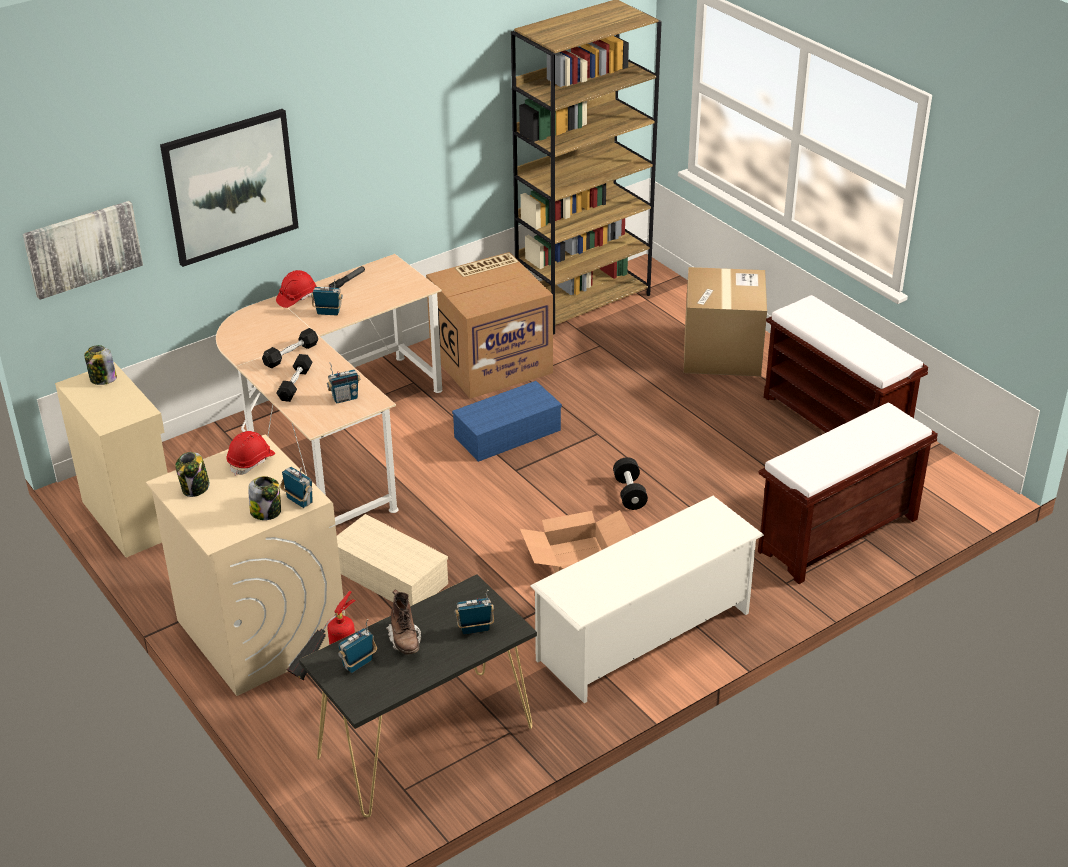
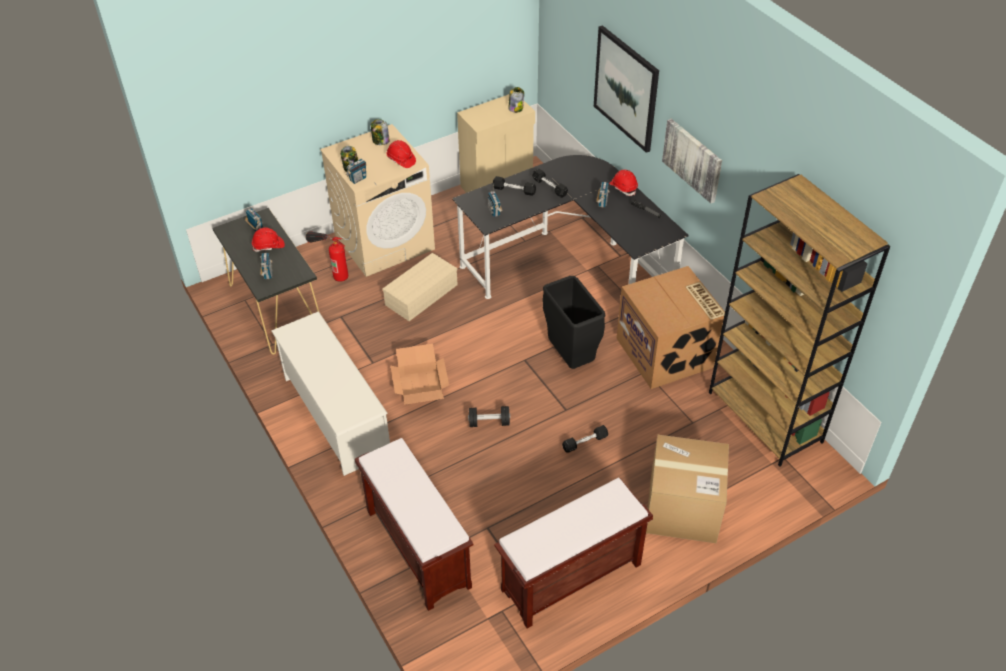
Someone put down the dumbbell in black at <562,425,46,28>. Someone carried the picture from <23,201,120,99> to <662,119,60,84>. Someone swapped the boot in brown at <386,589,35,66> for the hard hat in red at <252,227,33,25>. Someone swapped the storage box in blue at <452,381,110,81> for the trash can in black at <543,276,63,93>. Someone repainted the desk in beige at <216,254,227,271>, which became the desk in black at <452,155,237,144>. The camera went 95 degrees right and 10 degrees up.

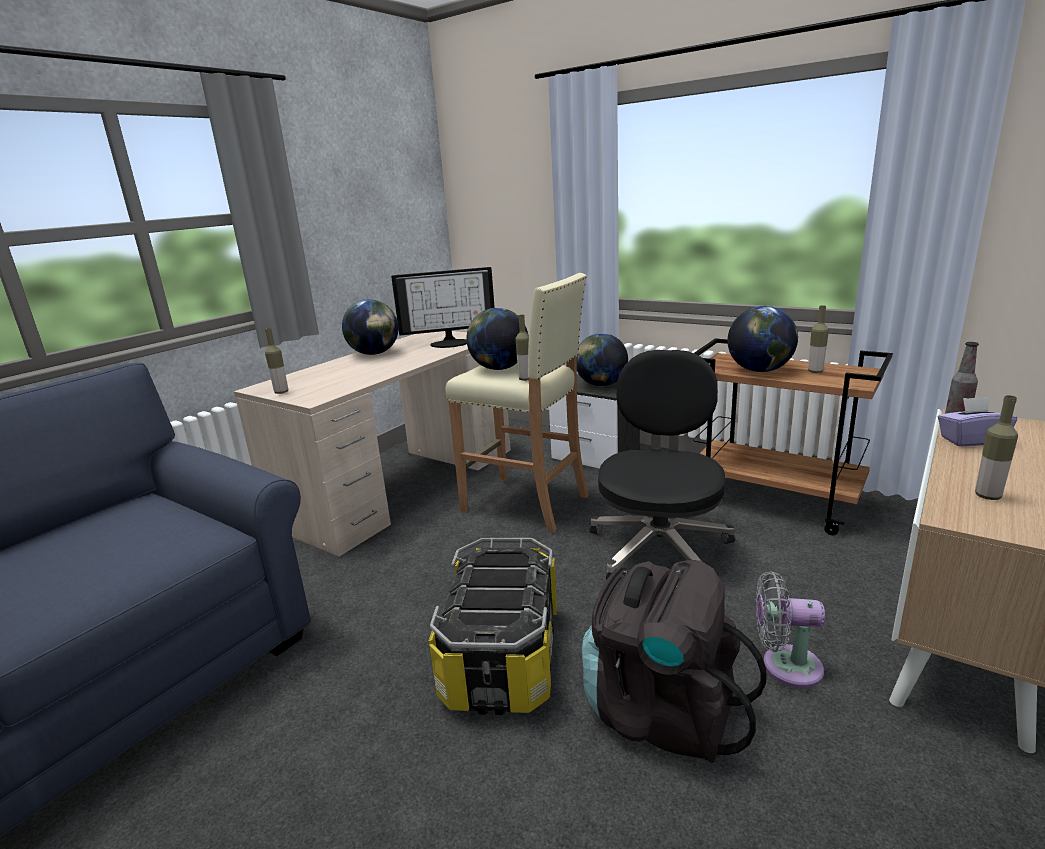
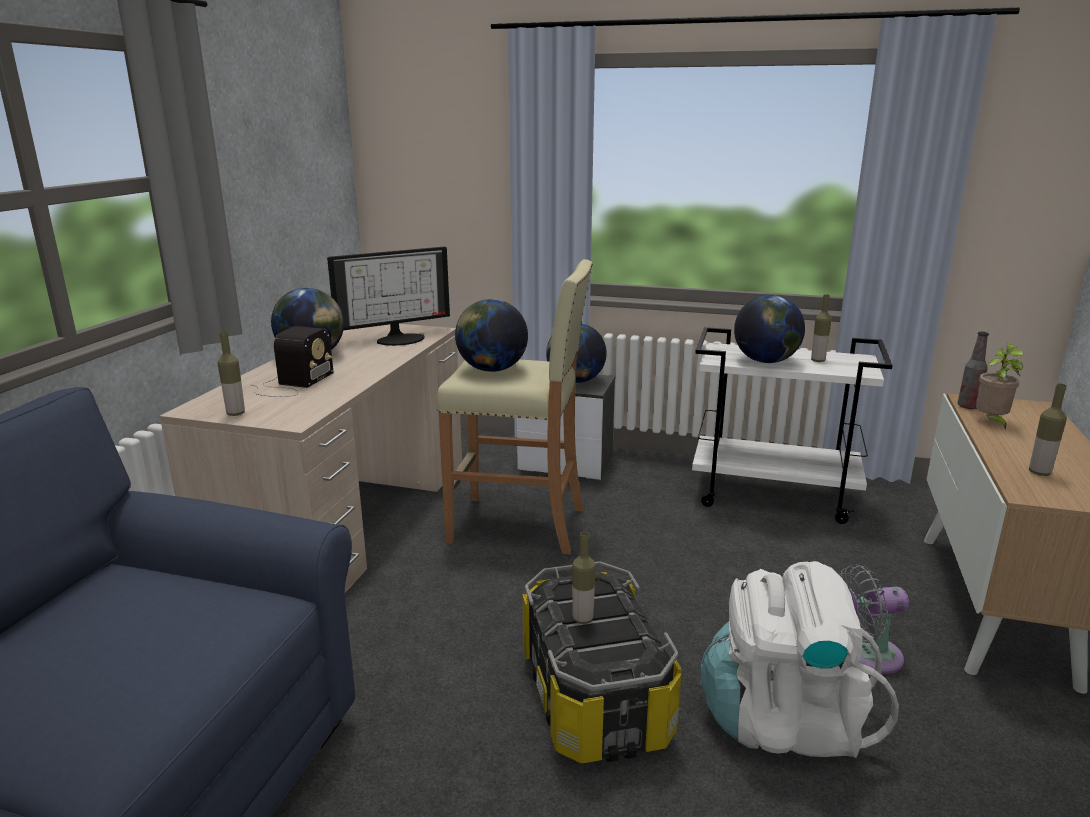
Someone took away the office chair in black at <590,350,145,230>. Someone put down the radio at <252,326,82,71>. Someone carried the bottle from <515,315,14,66> to <572,531,24,93>. Someone swapped the tissue box in purple at <938,397,79,49> for the potted plant at <976,344,48,85>. Someone repainted the backpack in black at <582,560,184,203>, which became the backpack in white at <700,561,199,197>. Someone repainted the cart in brown at <693,338,200,197>, which became the cart in white at <692,327,201,197>. The camera went 20 degrees left and 0 degrees up.

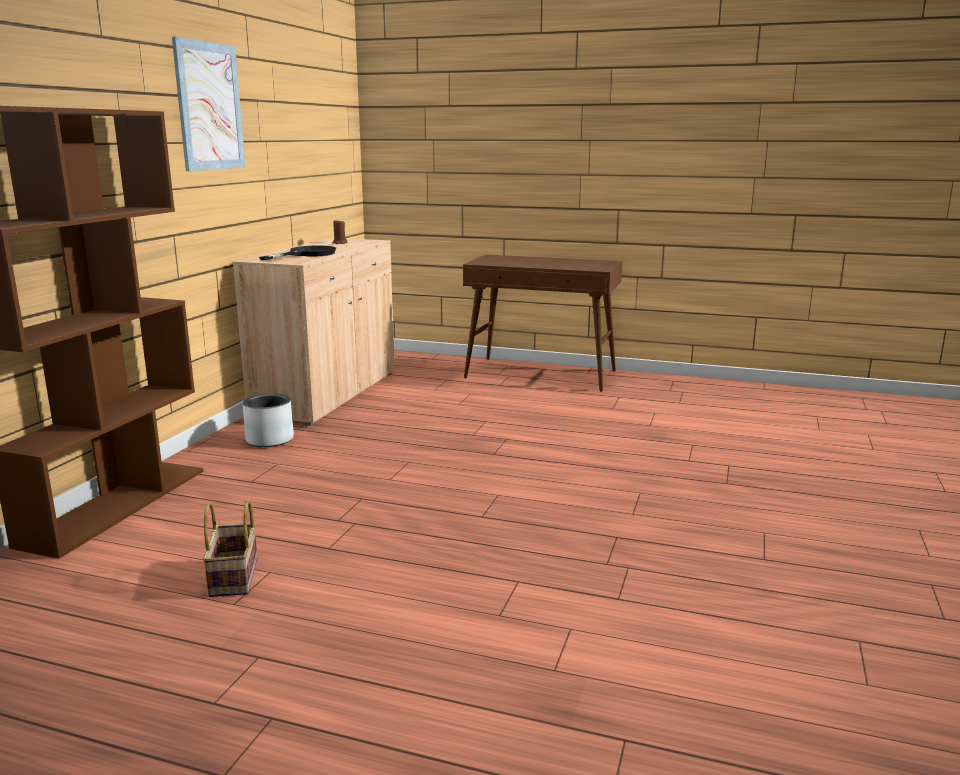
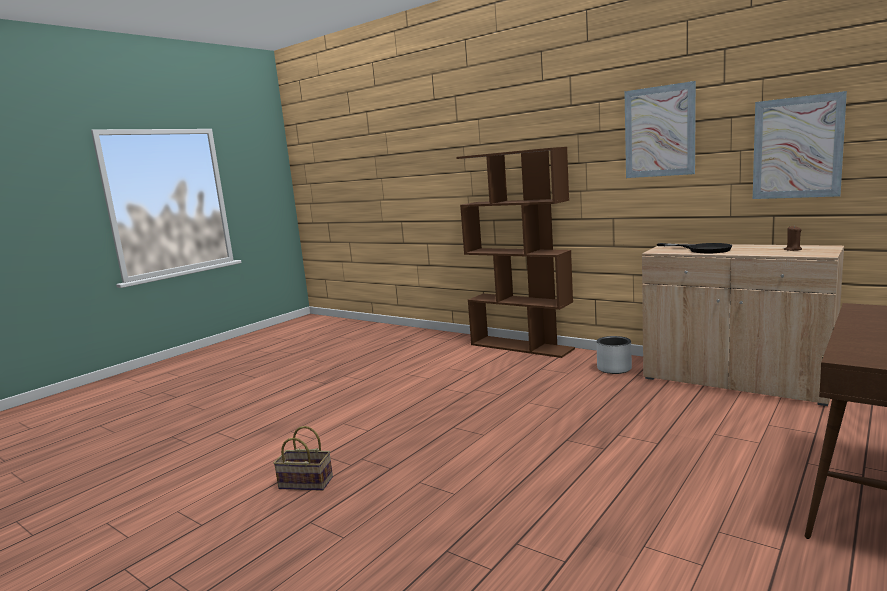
Someone put up the picture at <753,91,94,108>. Someone carried the basket from <203,500,55,97> to <273,426,60,65>. The camera went 110 degrees right and 5 degrees down.

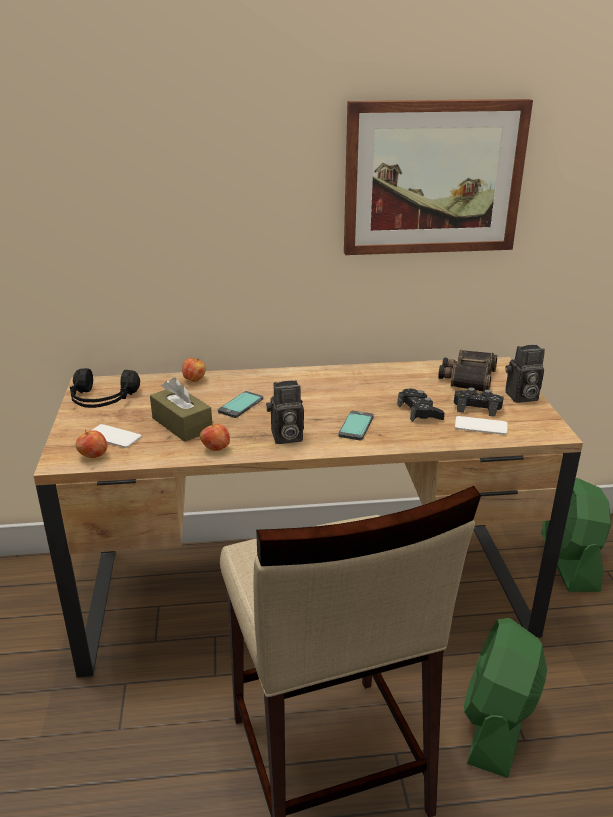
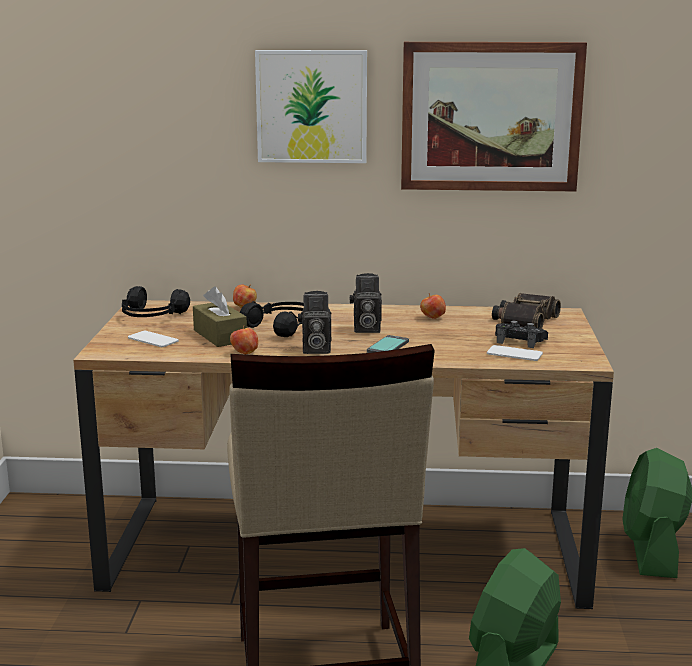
Someone took away the game controller in black at <397,388,48,34>. Someone put up the picture at <255,50,112,113>. Someone carried the apple from <76,429,31,29> to <420,293,26,26>. Someone carried the photo camera from <505,345,40,58> to <349,273,33,60>. Someone swapped the phone at <218,391,45,27> for the headphones in black at <240,301,64,36>. The camera went 10 degrees right and 10 degrees down.

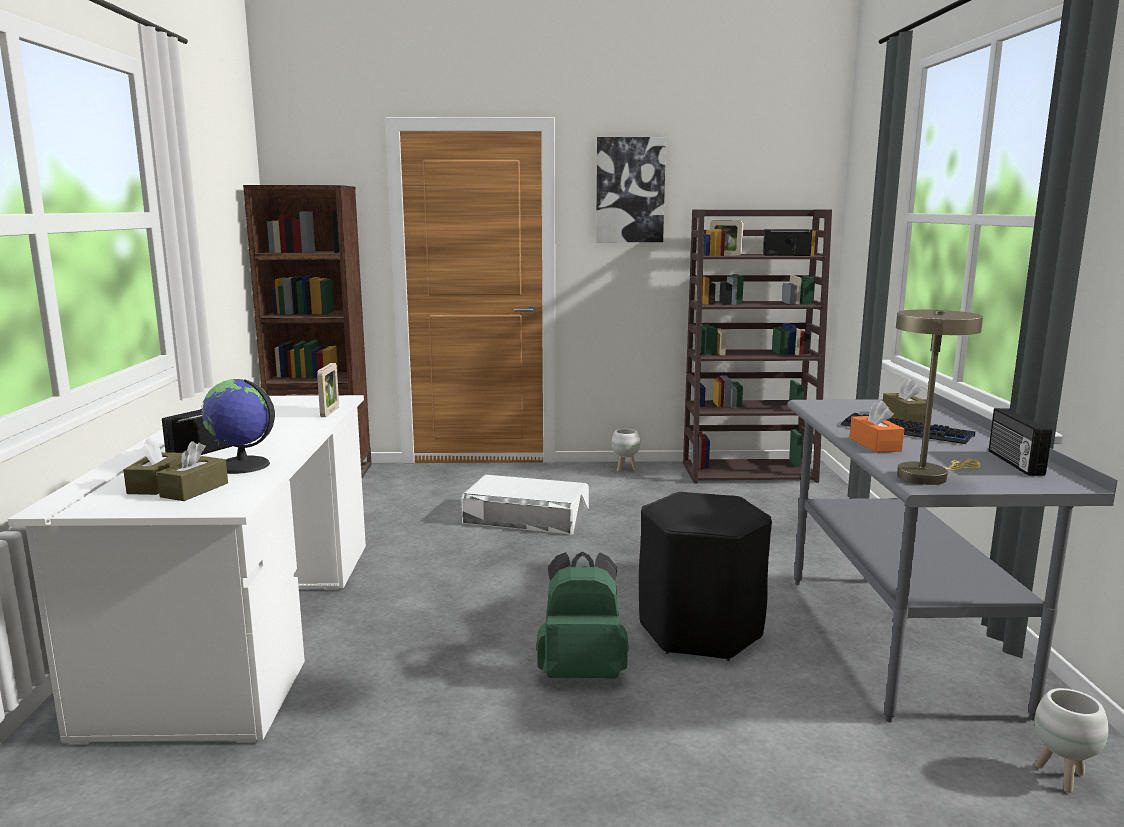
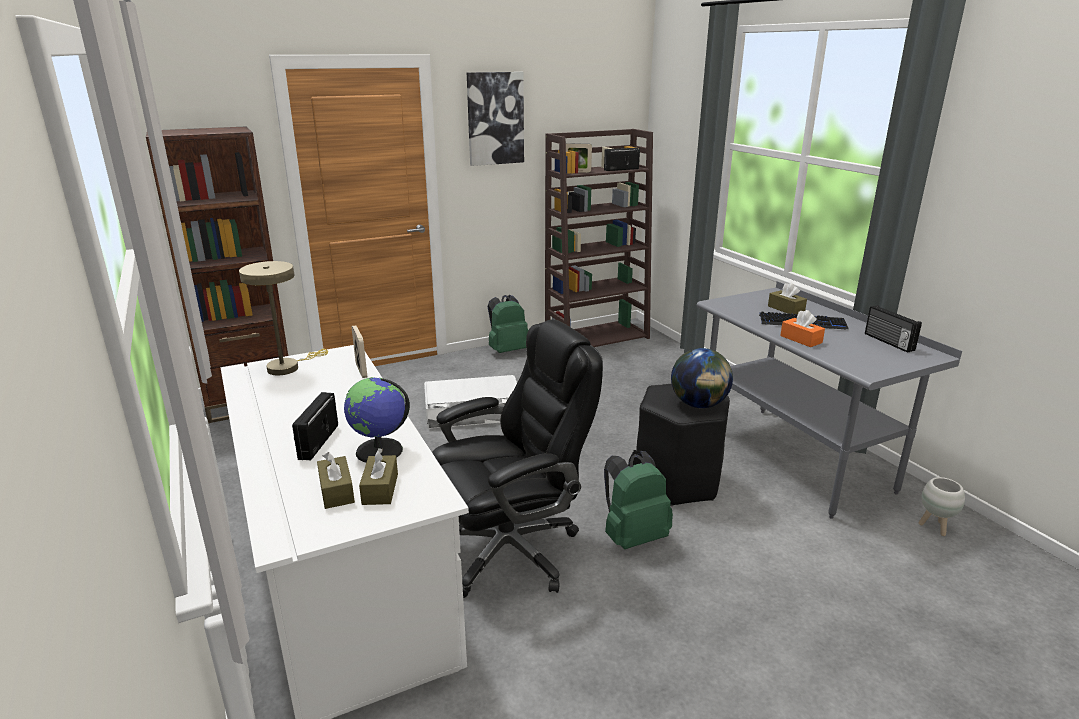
Someone put down the office chair in black at <432,319,171,279>. Someone put down the globe at <671,348,62,60>. Someone carried the table lamp in beige from <896,310,87,175> to <239,261,89,114>. Someone swapped the planter in white at <612,429,28,43> for the backpack in green at <487,295,42,58>. The camera went 25 degrees left and 10 degrees up.

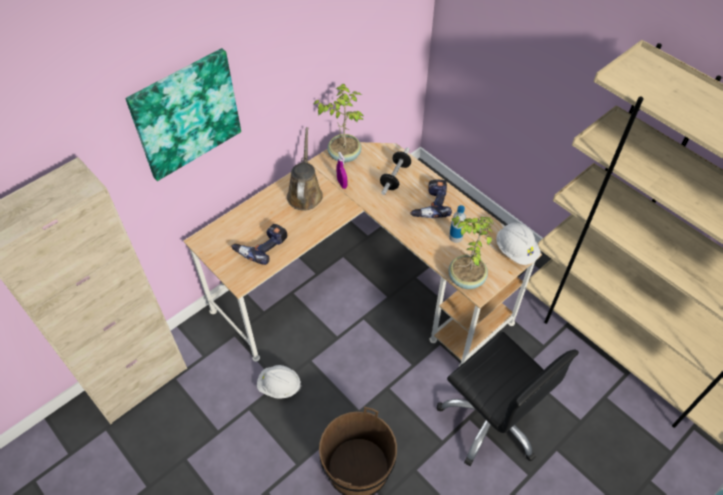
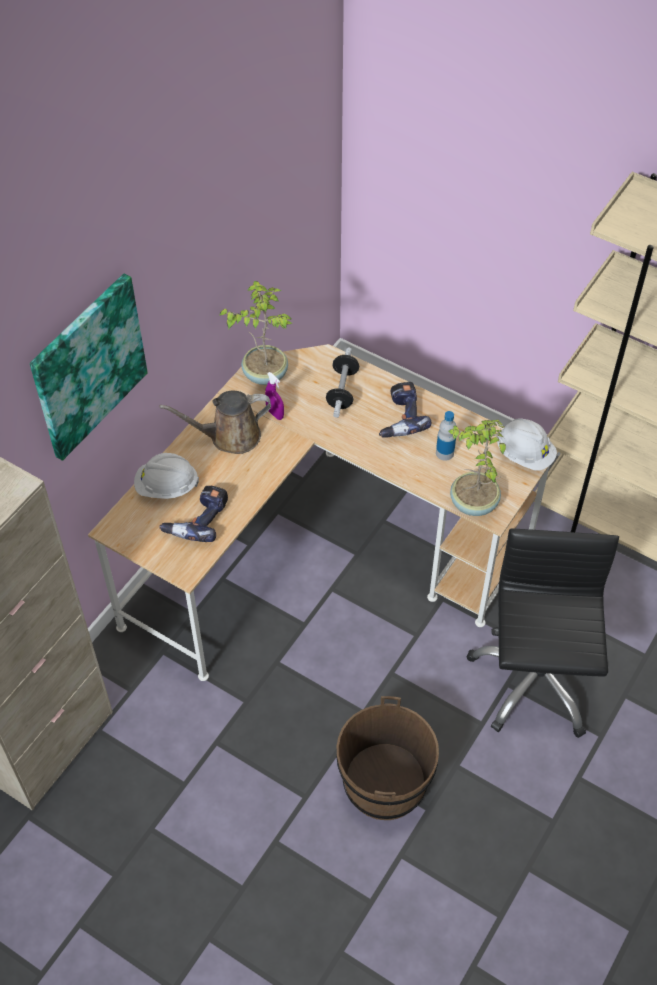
Someone carried the hard hat in white from <257,365,45,34> to <134,453,65,46>. Someone rotated the watering can in brown at <287,127,36,84> by 90 degrees counterclockwise. Someone rotated the office chair in black at <437,332,142,134> by 120 degrees counterclockwise. The camera went 15 degrees left and 0 degrees up.

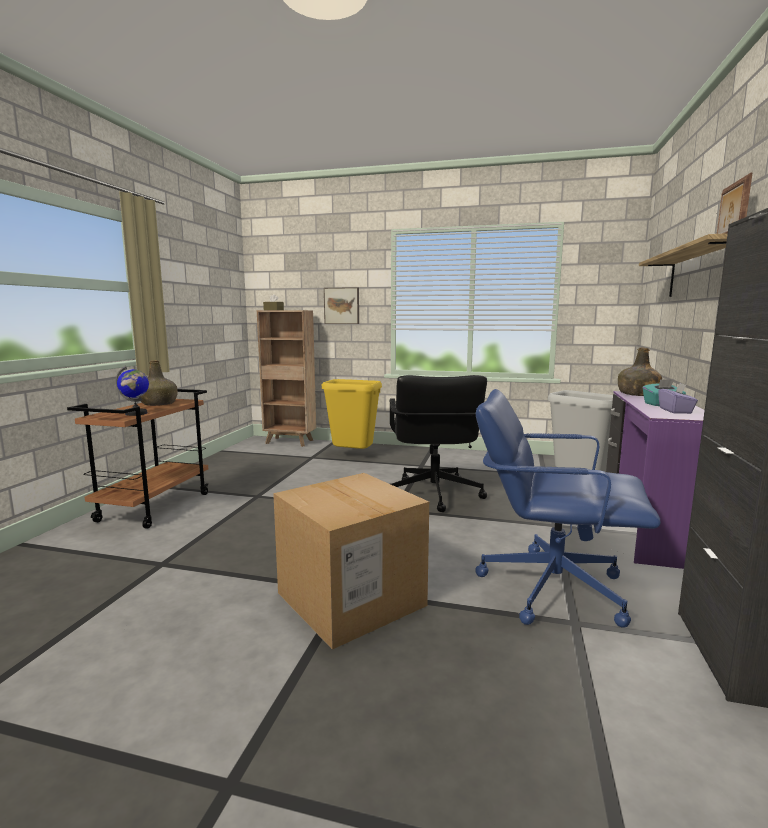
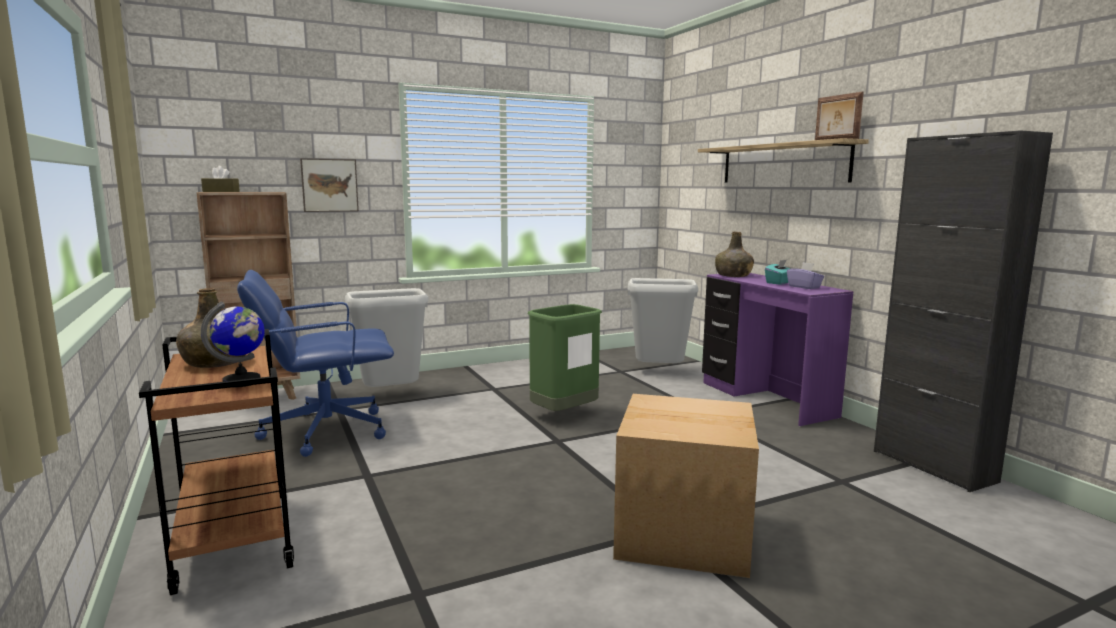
Someone carried the office chair in blue from <476,389,185,239> to <237,270,157,187>. Someone swapped the office chair in black at <390,375,97,137> for the trash can in green at <528,304,74,107>. Someone repainted the trash can in yellow at <322,379,60,70>, which became the trash can in grey at <345,288,83,99>. The camera went 40 degrees left and 0 degrees up.

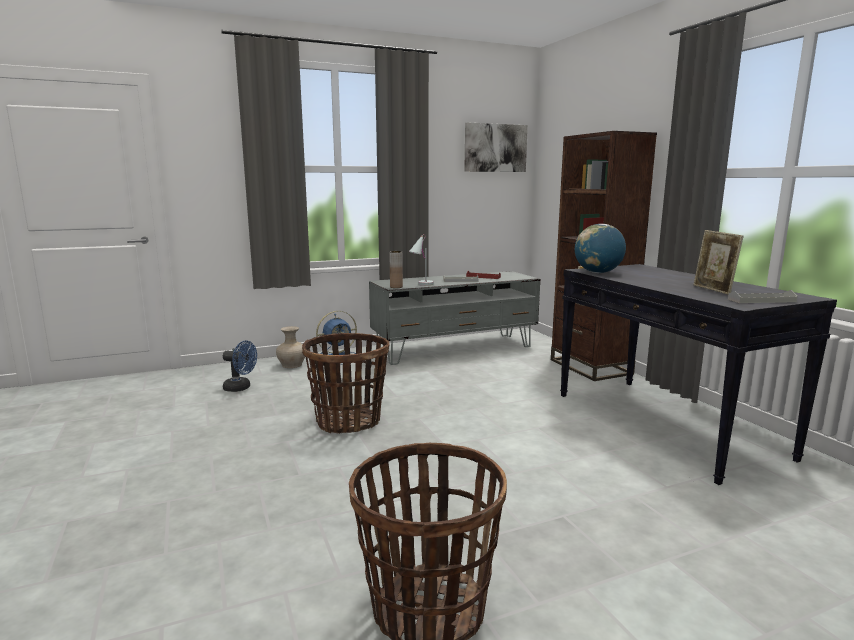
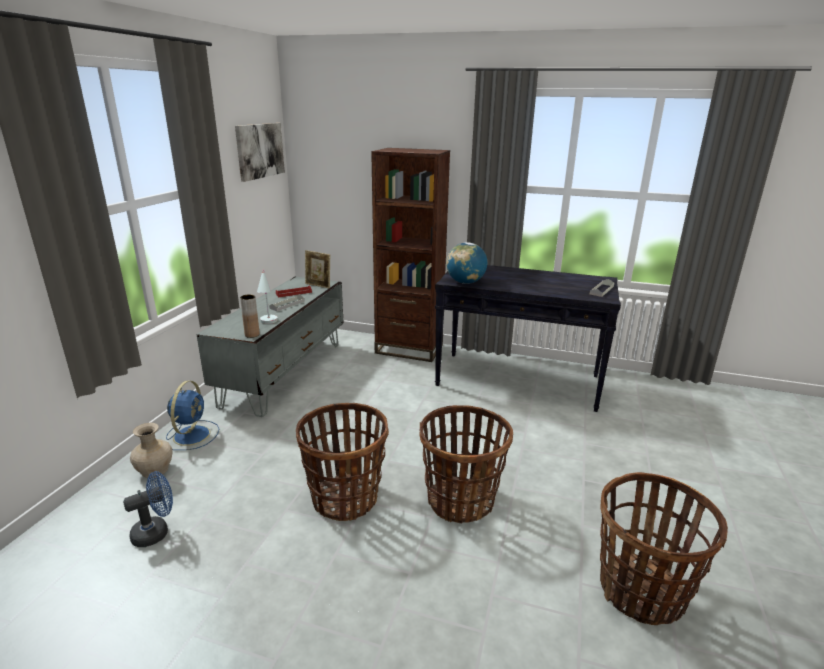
Someone put down the basket at <419,405,94,119>. Someone carried the picture frame from <693,230,50,64> to <305,250,25,38>. The camera went 50 degrees left and 10 degrees up.

